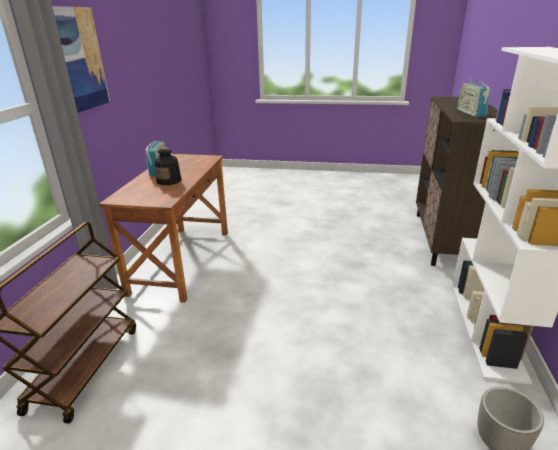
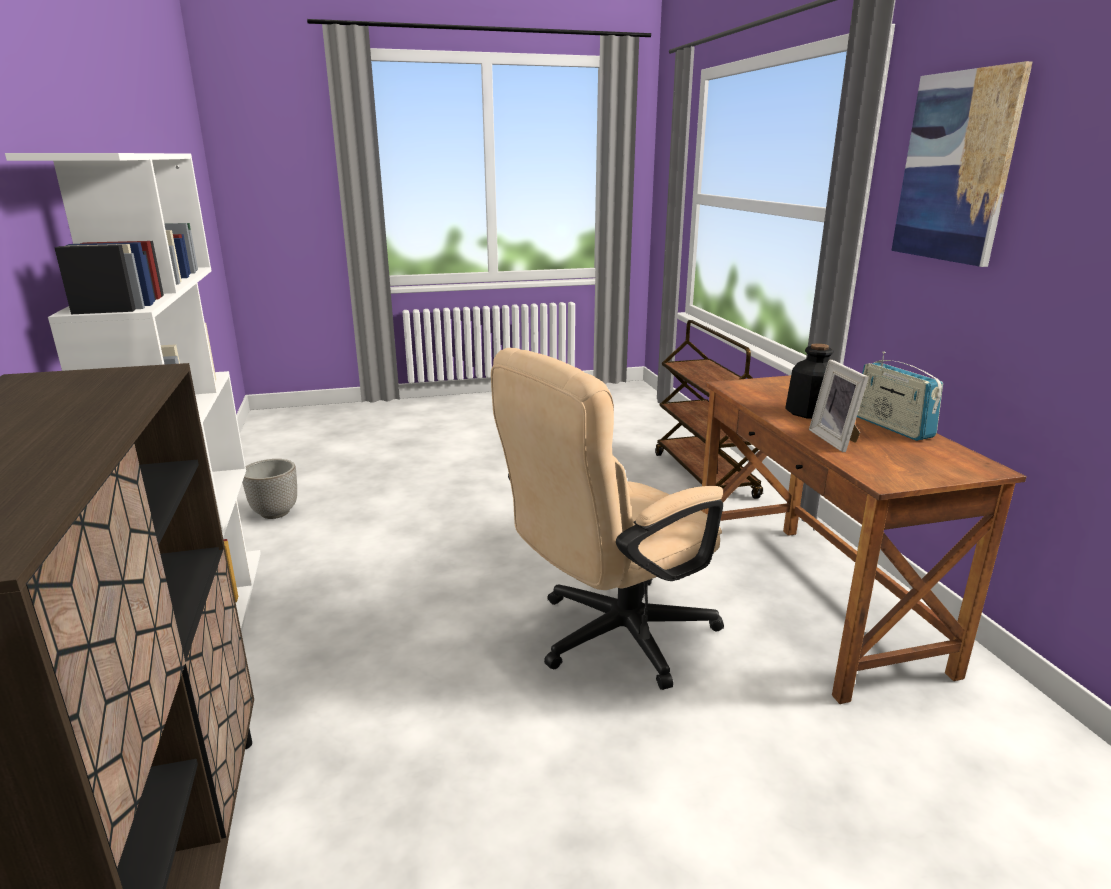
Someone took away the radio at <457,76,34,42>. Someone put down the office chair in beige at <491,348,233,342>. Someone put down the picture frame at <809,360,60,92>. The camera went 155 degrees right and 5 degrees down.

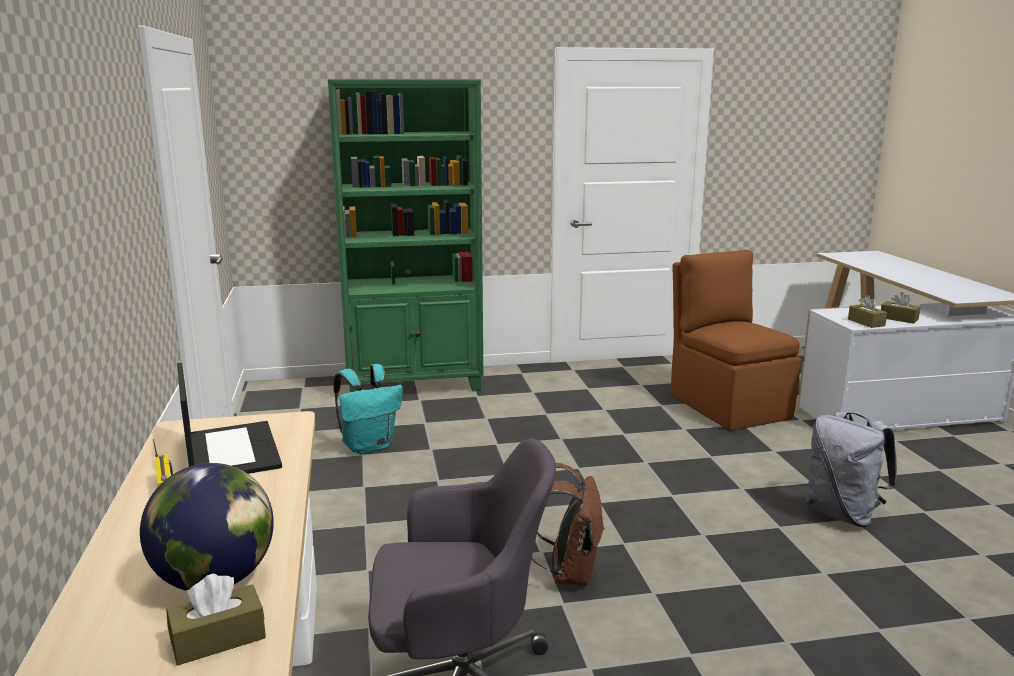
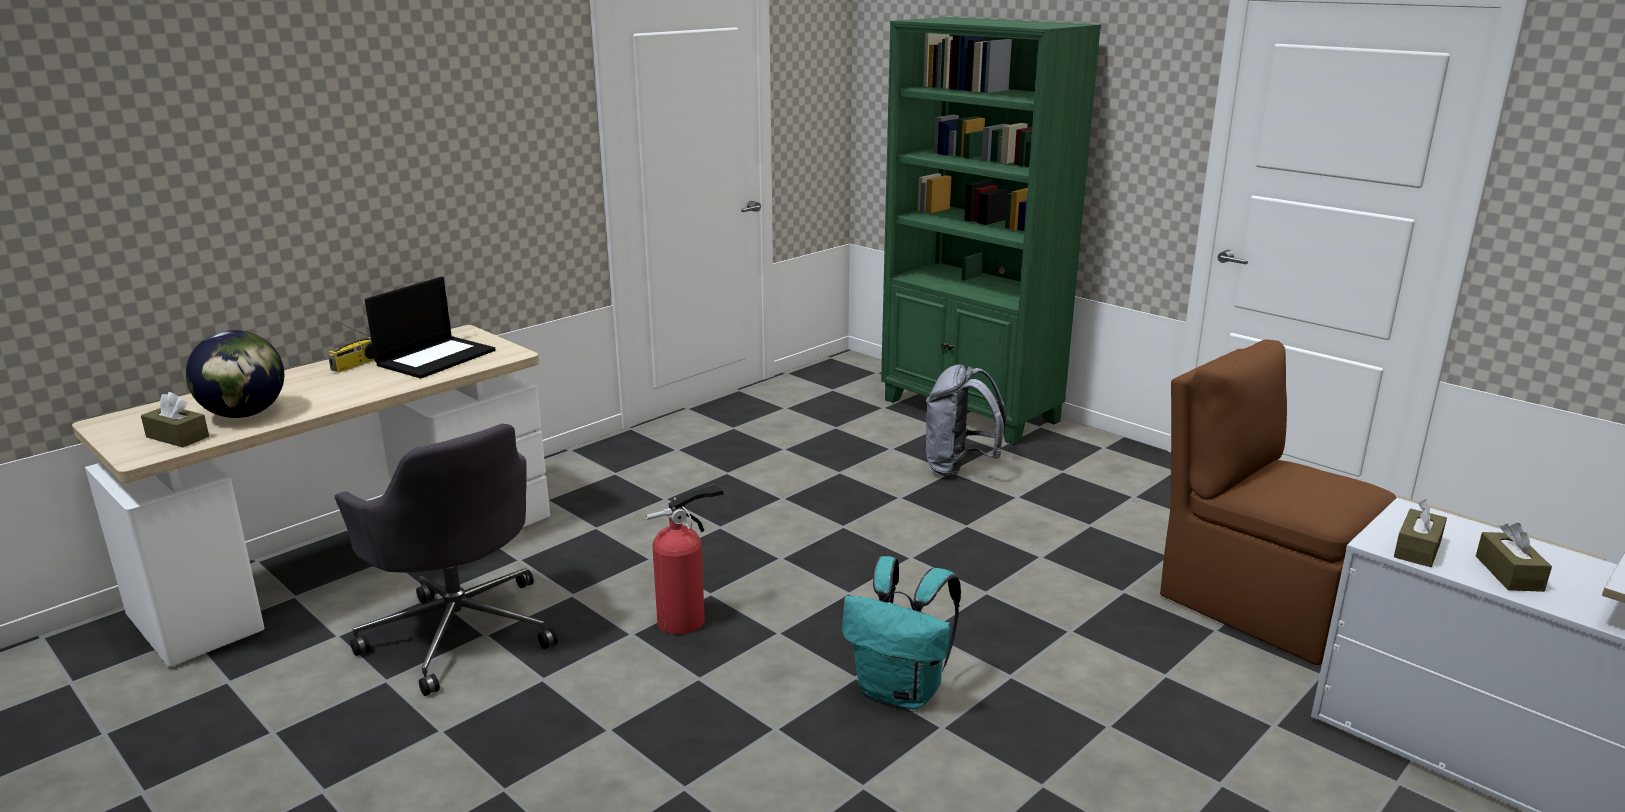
Someone carried the backpack in turquoise from <333,364,70,90> to <842,556,119,153>. Someone carried the backpack in grey from <806,412,91,115> to <926,364,81,113>. Someone swapped the backpack in brown at <532,463,73,124> for the fire extinguisher at <646,484,77,151>. Someone rotated the chair in brown at <671,250,130,181> by 75 degrees counterclockwise. The camera went 55 degrees right and 5 degrees up.

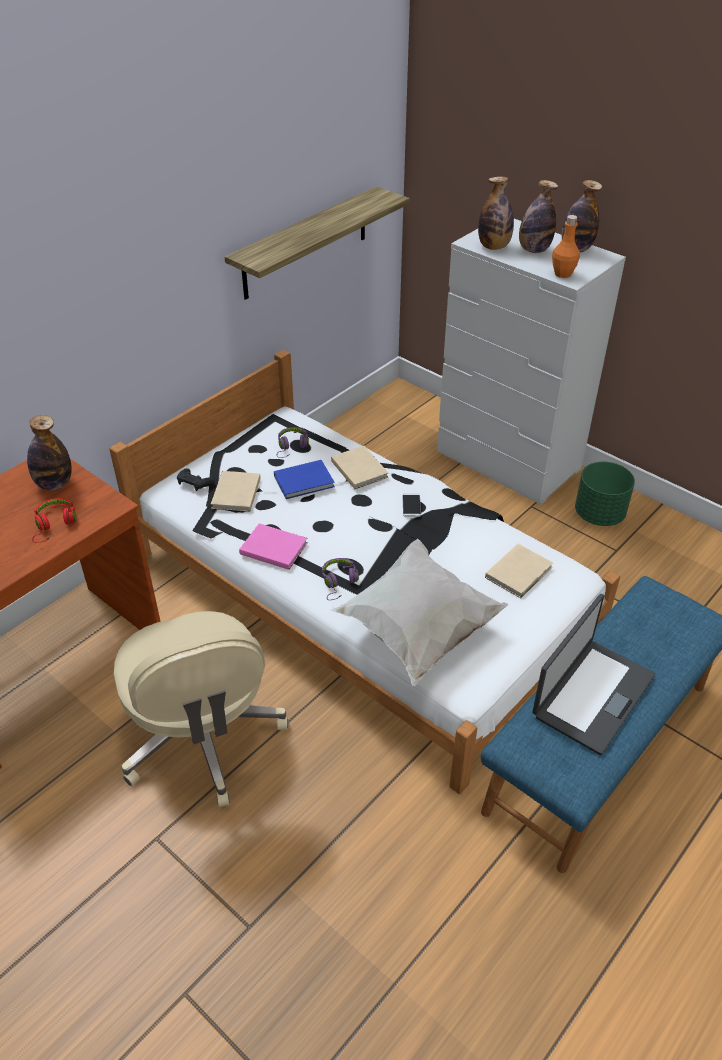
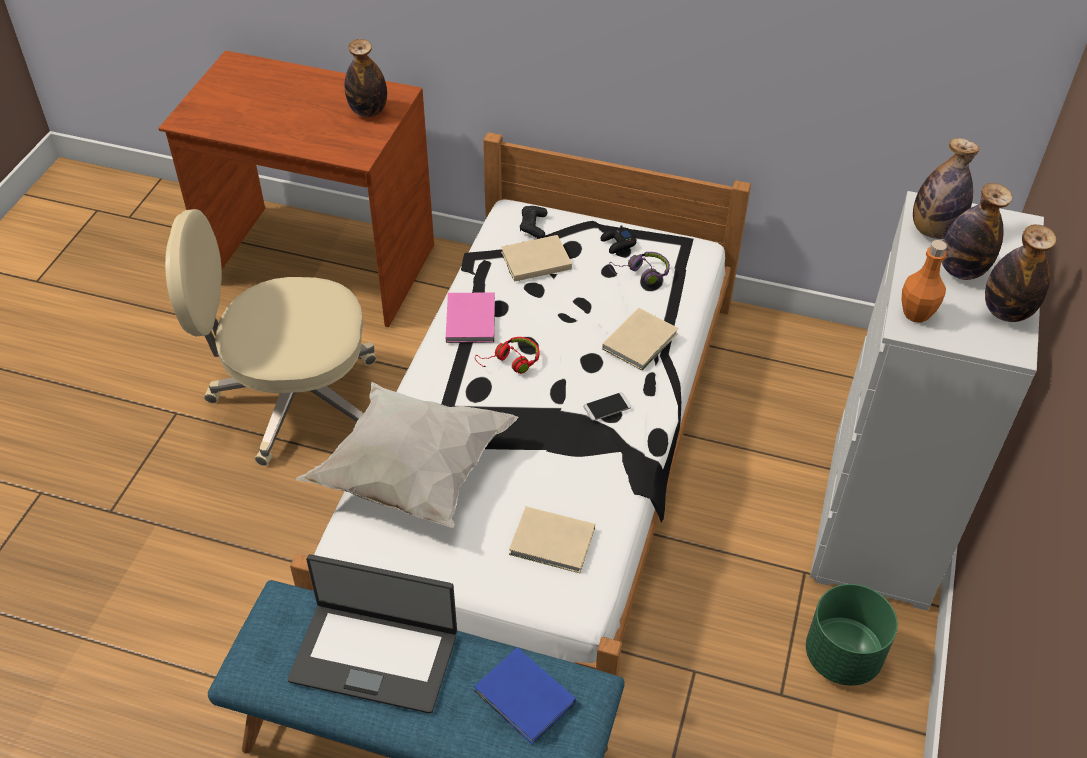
Someone took away the shelf at <225,186,185,114>. Someone took away the headphones in purple at <322,558,37,42>. Someone put down the game controller in black at <600,225,37,29>. Someone carried the headphones in red from <32,498,44,45> to <475,337,64,37>. Someone carried the book in blue from <274,460,61,39> to <474,647,102,98>. Someone rotated the office chair in beige at <114,611,174,196> by 45 degrees clockwise. The camera went 65 degrees right and 5 degrees up.

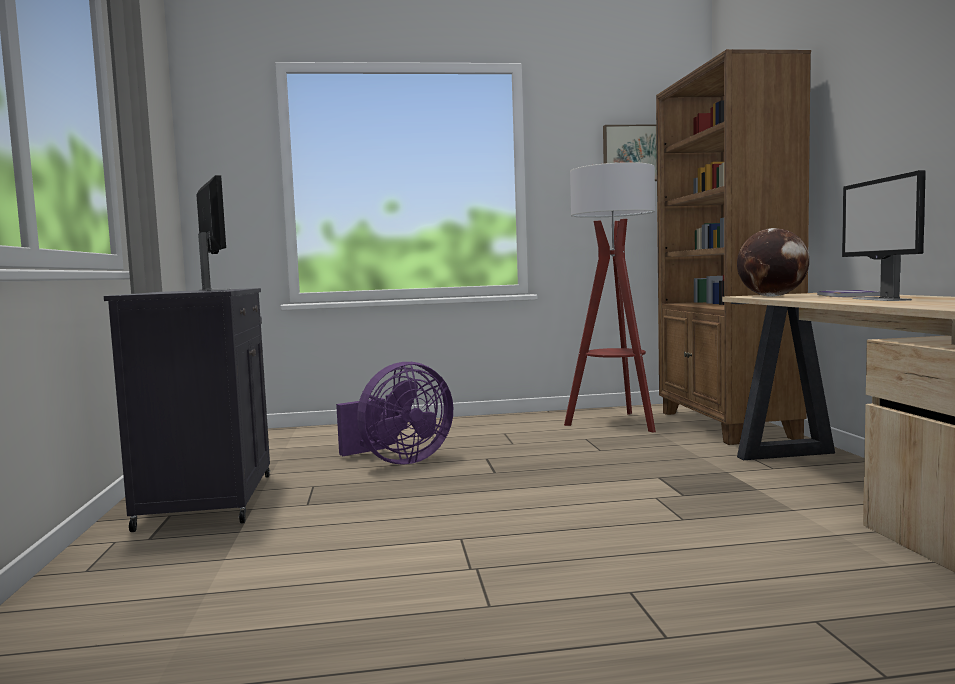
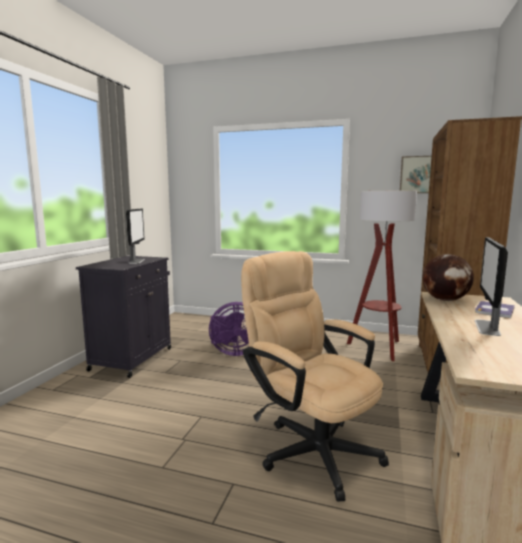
Someone put down the office chair in beige at <241,251,148,250>. The camera went 25 degrees right and 5 degrees up.

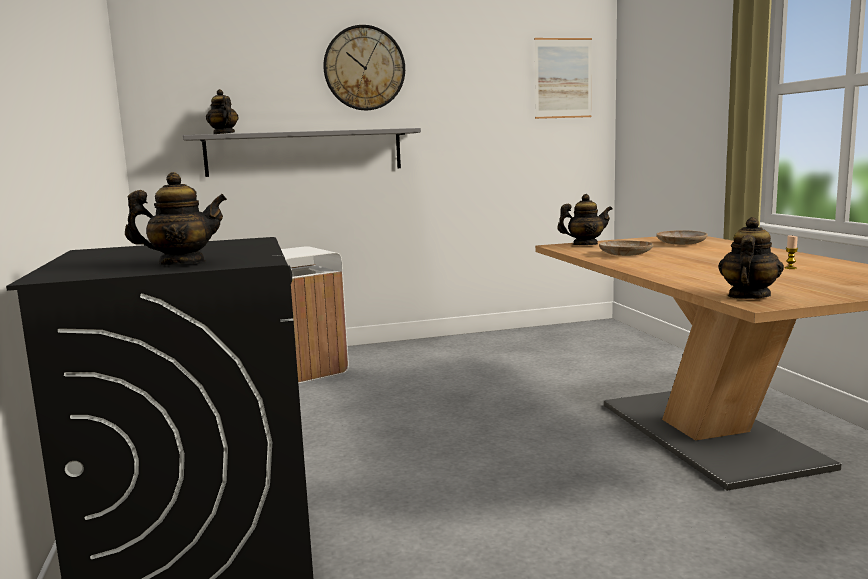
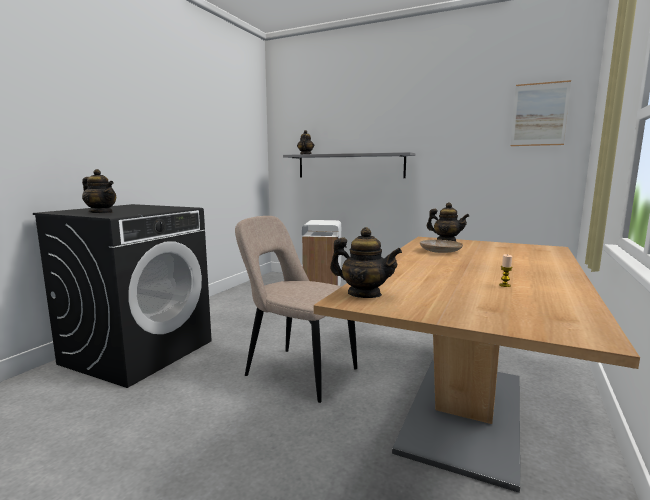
Someone took away the wall clock at <323,25,82,85>. Someone took away the plate in beige at <656,230,52,15>. Someone put down the chair in beige at <235,216,122,187>. Someone rotated the teapot at <719,217,65,82> by 45 degrees clockwise. The camera went 40 degrees right and 0 degrees up.

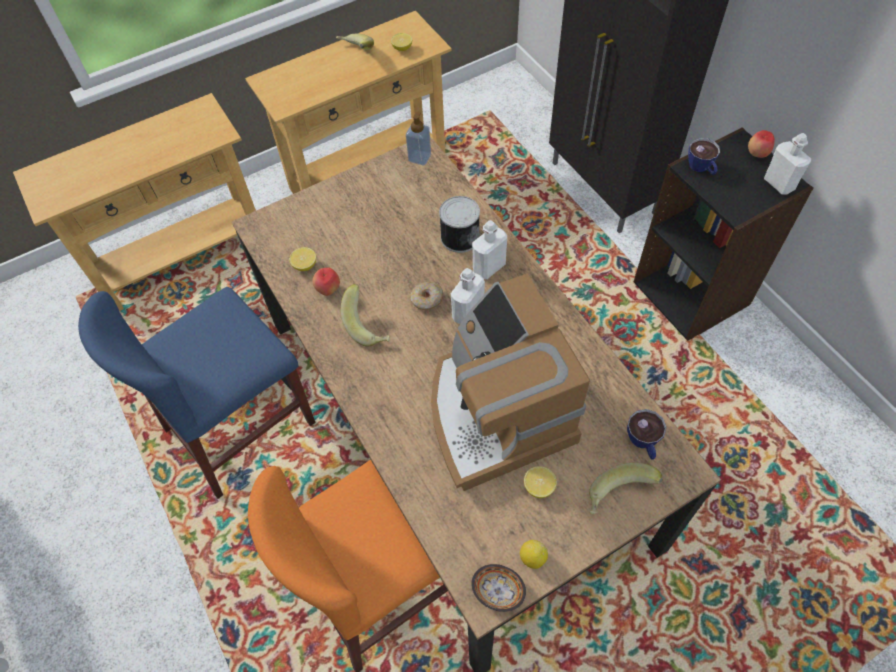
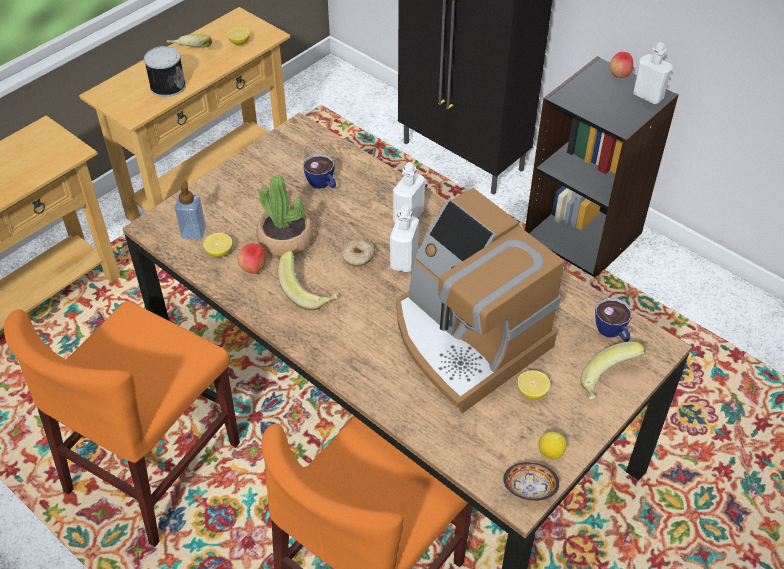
Someone put down the potted plant at <256,175,58,82>. Someone carried the soap dispenser from <406,111,25,54> to <175,181,31,59>. Someone carried the can from <439,196,41,57> to <144,46,42,51>. Someone carried the cup from <688,138,32,37> to <303,154,33,35>. Someone repainted the chair in blue at <78,287,237,212>, which became the chair in orange at <4,301,236,246>. The camera went 20 degrees left and 10 degrees down.

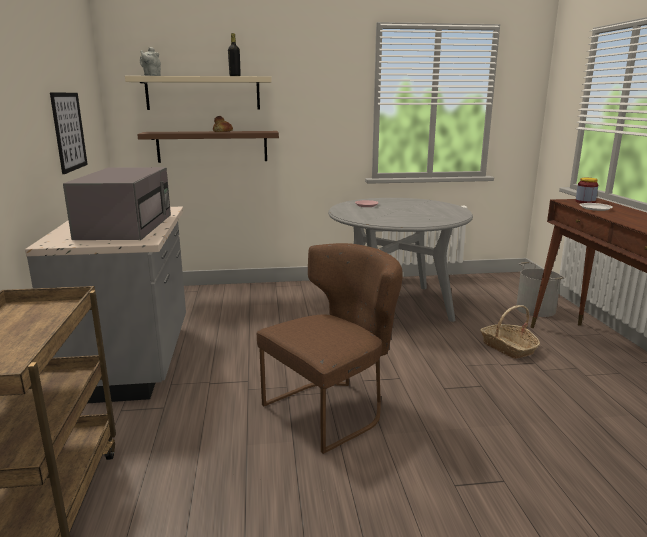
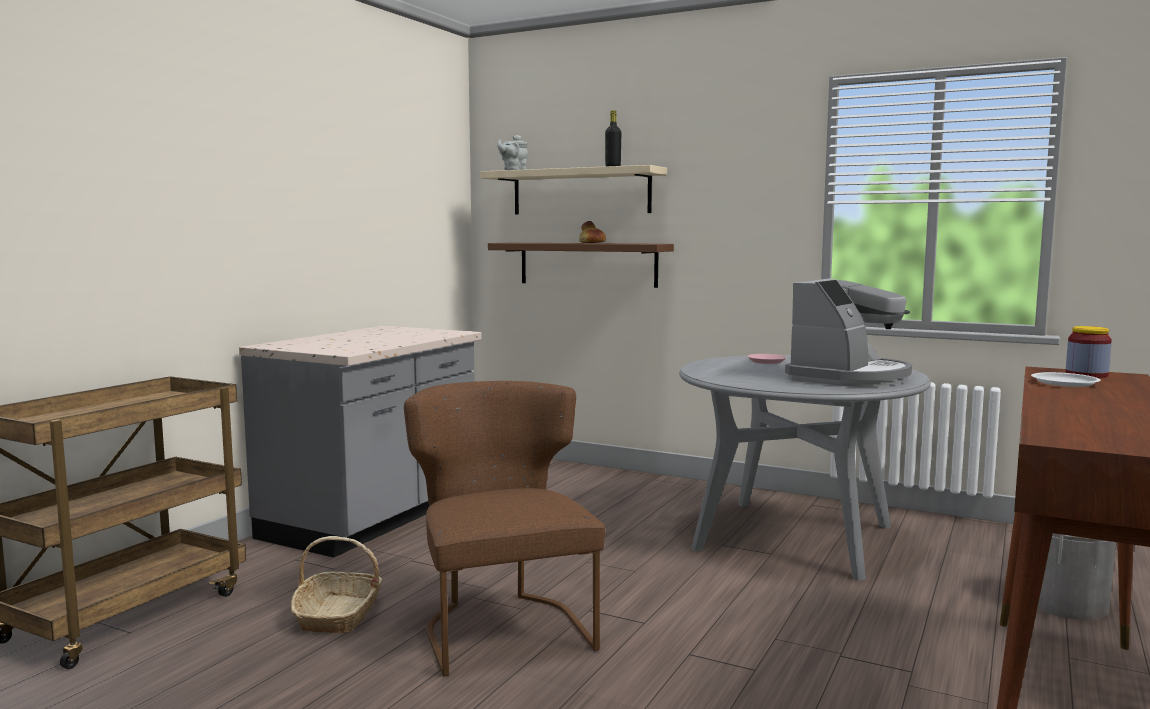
Someone took away the picture at <50,92,38,82>. Someone took away the microwave in grey at <63,167,108,73>. Someone put down the coffee machine at <785,278,127,109>. Someone carried the basket from <480,305,60,54> to <291,536,91,97>. Someone rotated the chair in brown at <257,243,146,211> by 105 degrees counterclockwise. The camera went 35 degrees right and 10 degrees down.

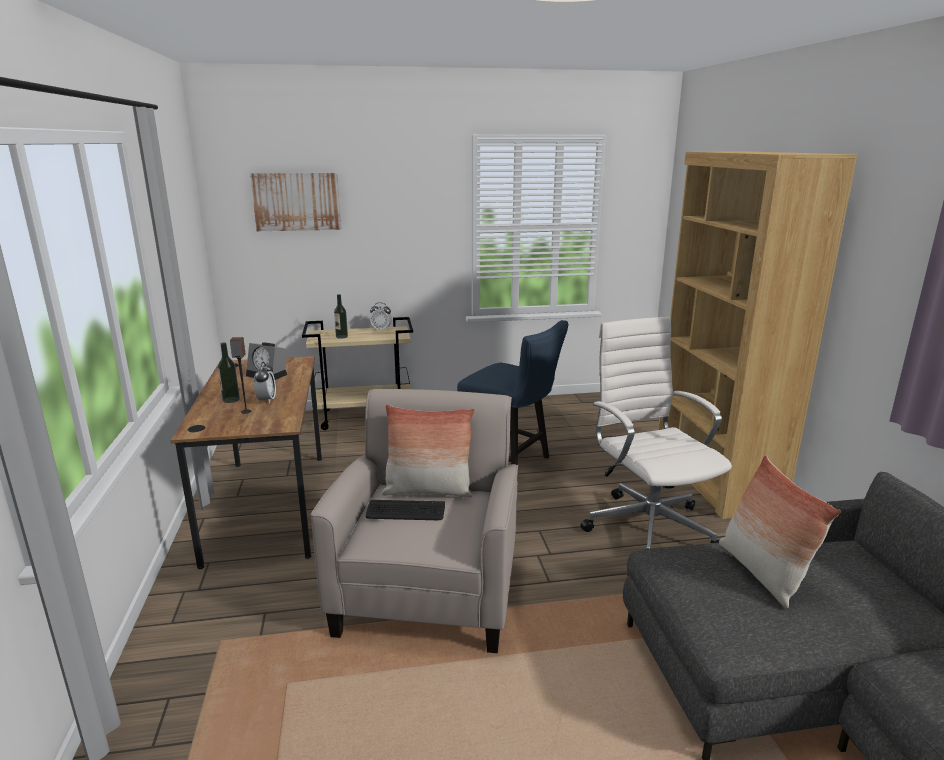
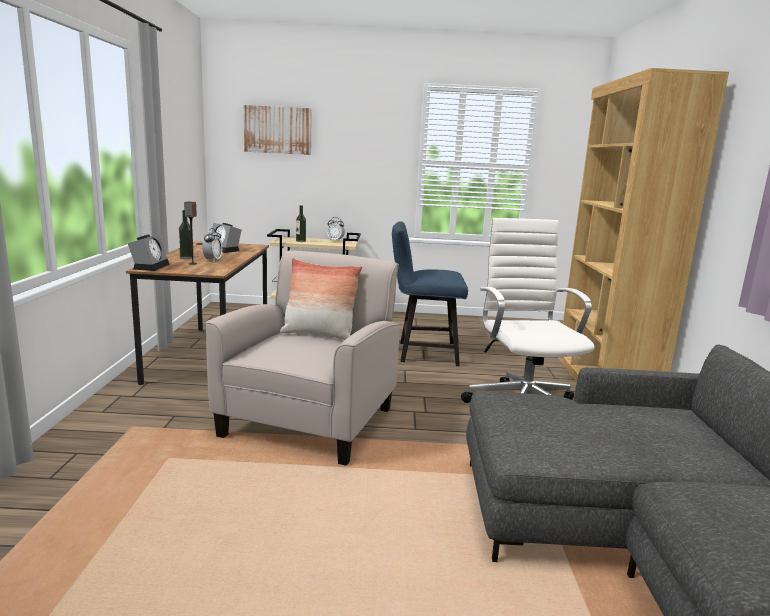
Someone took away the keyboard at <366,500,79,20>. Someone took away the pillow at <719,455,122,153>. Someone put down the alarm clock at <128,234,42,37>. Someone rotated the chair in blue at <457,320,112,162> by 135 degrees clockwise. The camera went 10 degrees right and 5 degrees down.

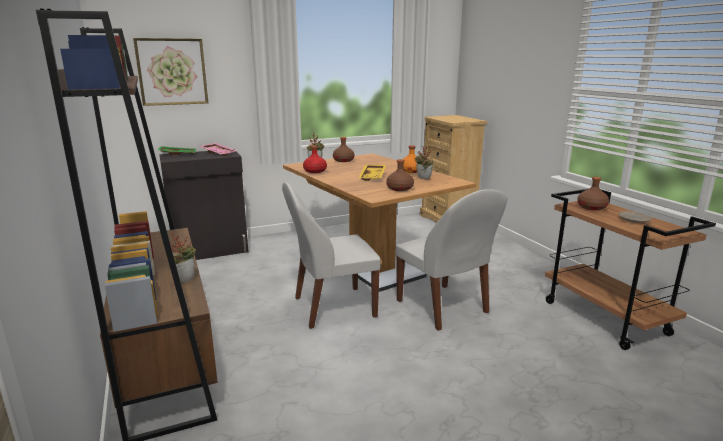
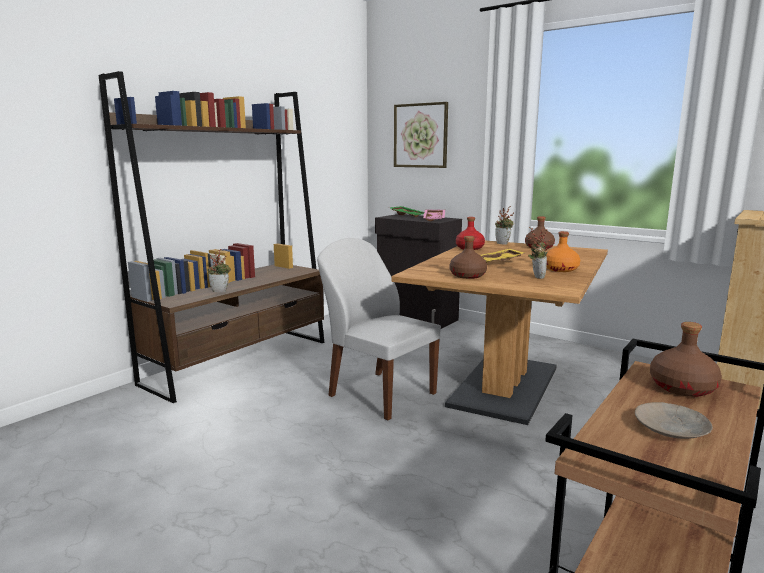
Someone took away the chair in white at <396,189,112,142>. The camera went 60 degrees right and 5 degrees down.

